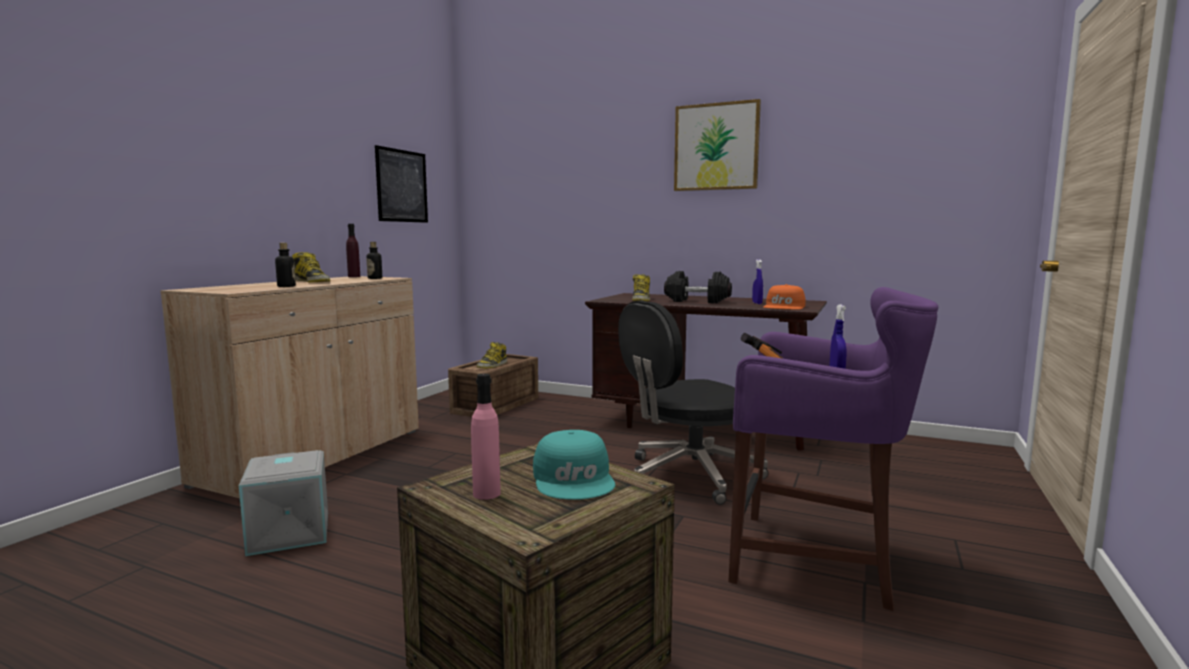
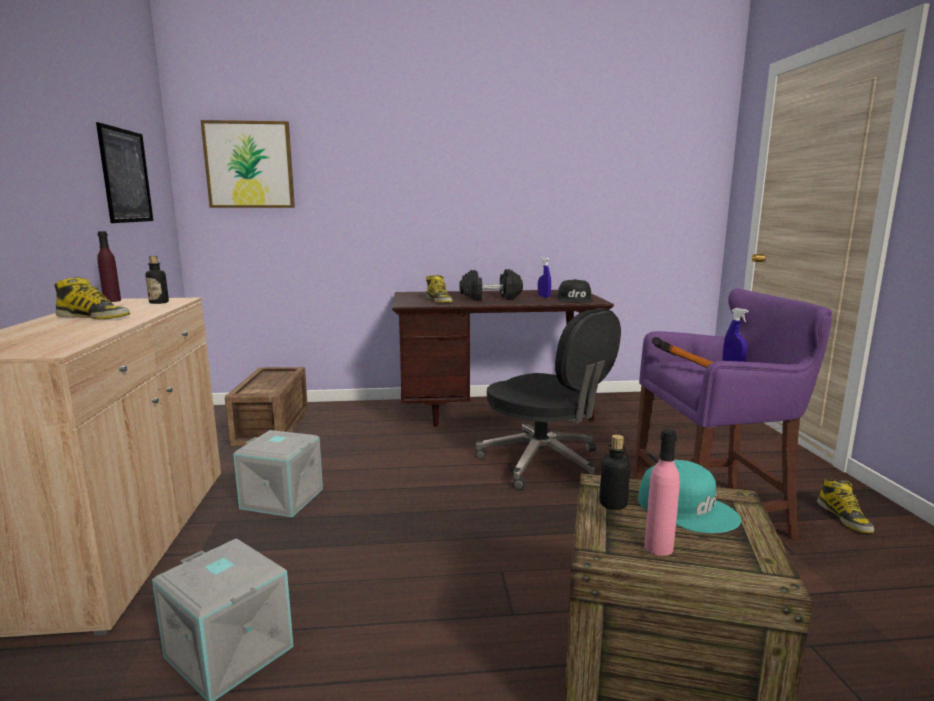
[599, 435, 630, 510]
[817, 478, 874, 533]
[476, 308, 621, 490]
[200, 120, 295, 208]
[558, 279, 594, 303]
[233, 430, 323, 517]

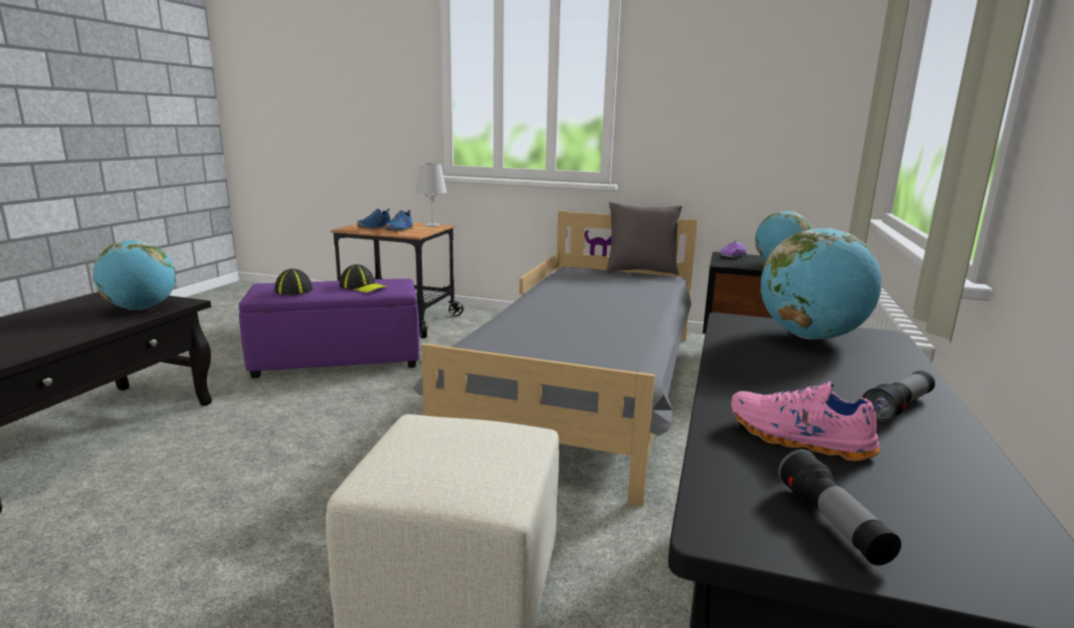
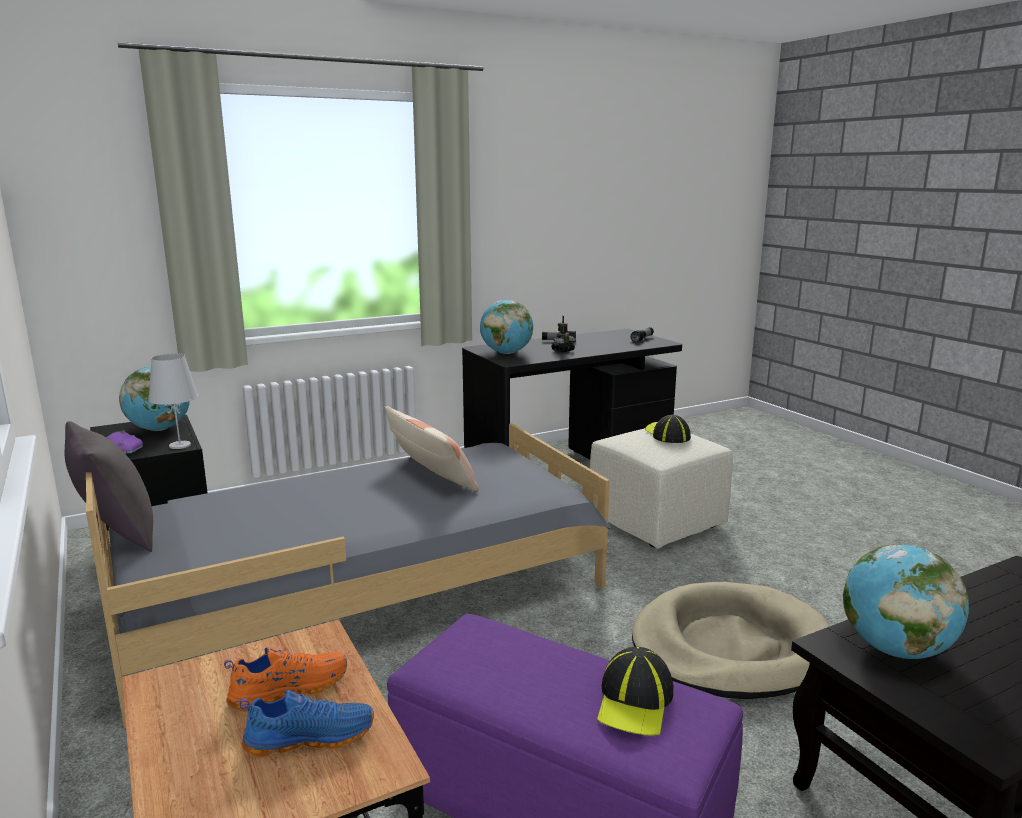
[645, 415, 691, 443]
[224, 647, 347, 712]
[148, 353, 198, 449]
[731, 382, 887, 461] (first image)
[385, 406, 479, 491]
[551, 316, 575, 352]
[632, 582, 830, 699]

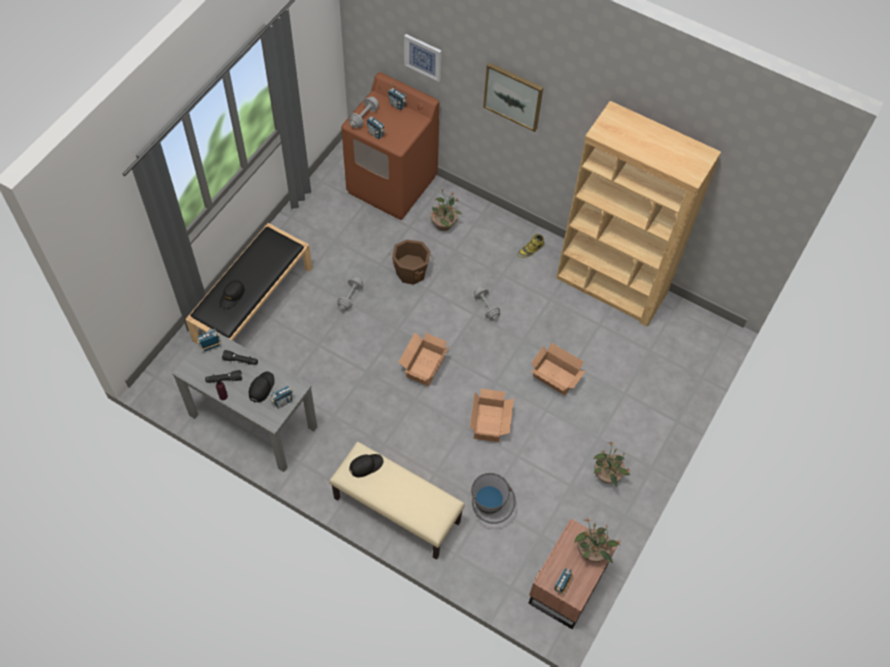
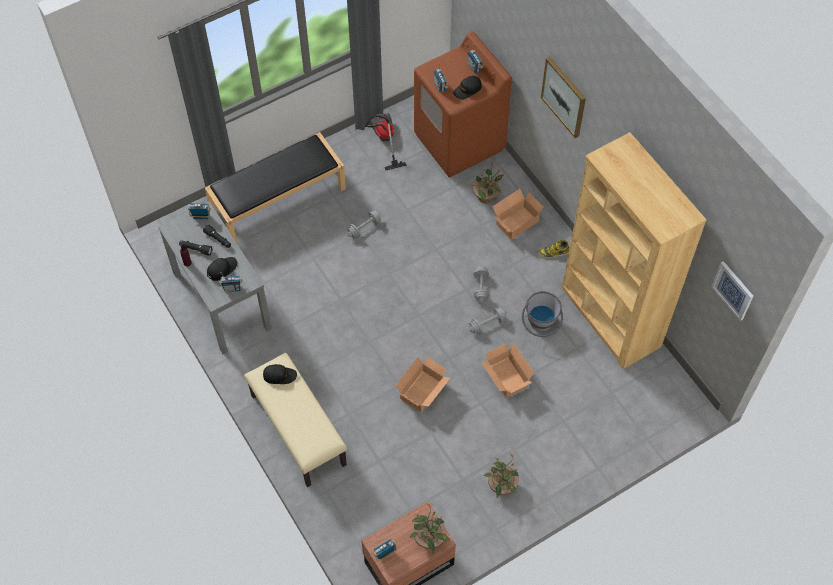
[453, 76, 482, 99]
[469, 308, 506, 334]
[389, 240, 434, 285] (first image)
[492, 189, 543, 240]
[711, 261, 753, 321]
[522, 292, 563, 337]
[365, 113, 407, 170]

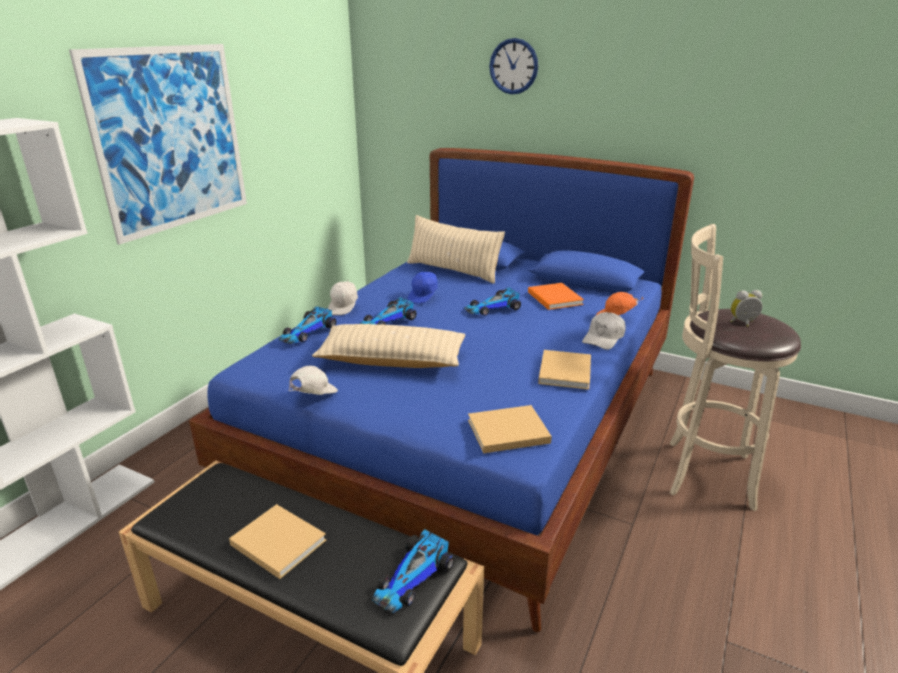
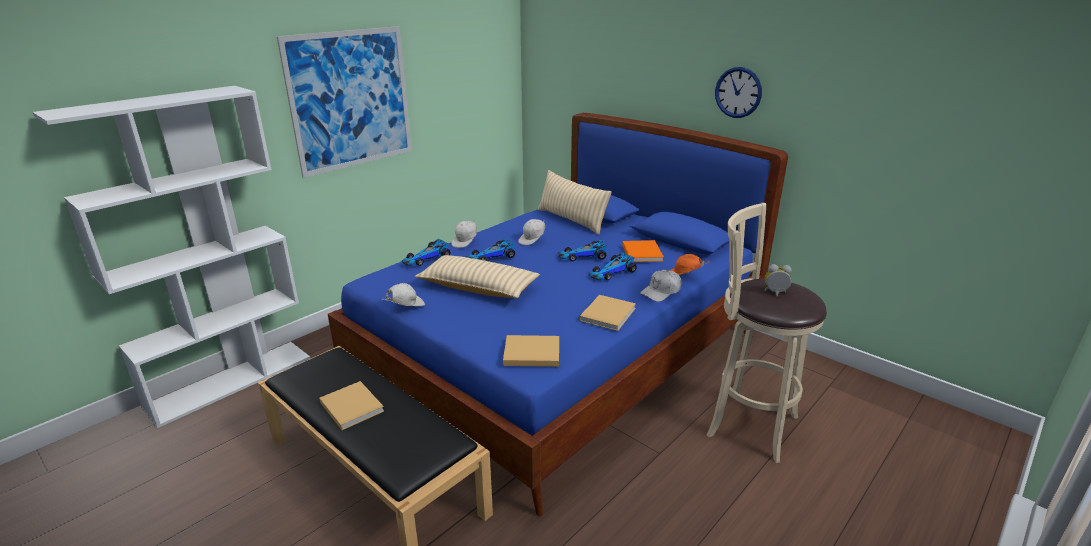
[588, 252, 637, 280]
[518, 219, 545, 245]
[715, 67, 762, 118]

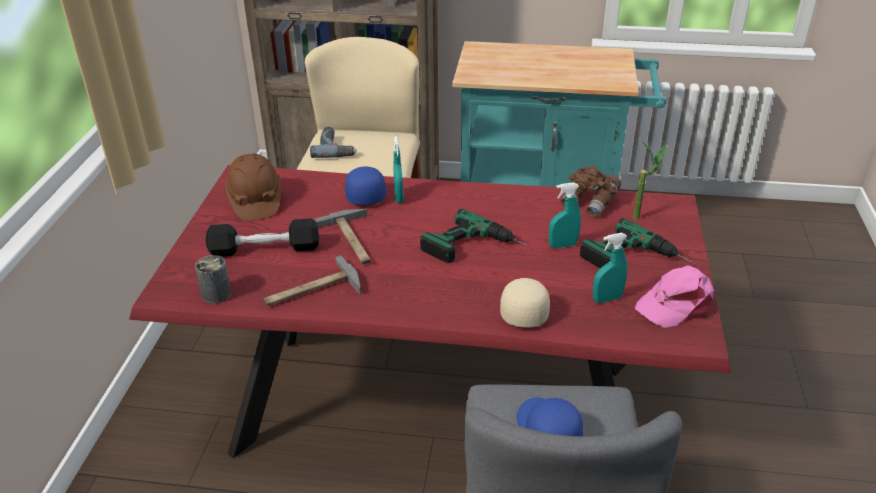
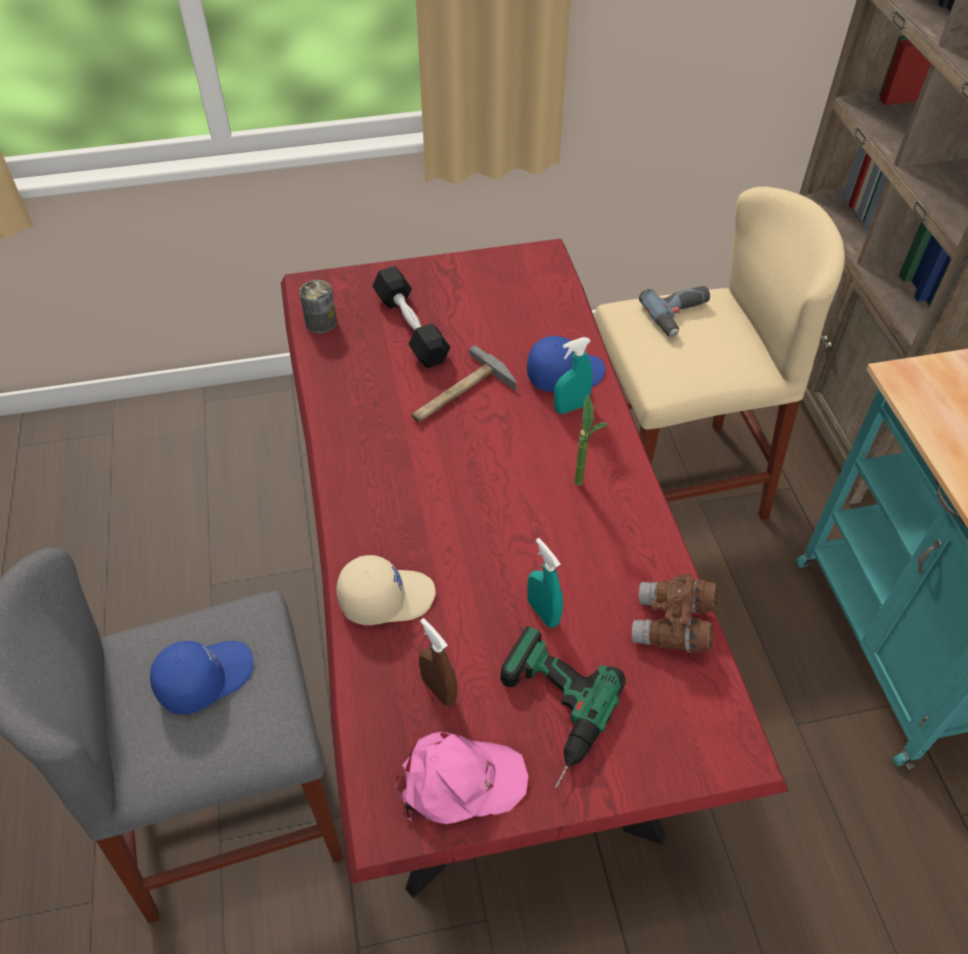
[225, 154, 281, 220] (first image)
[264, 255, 361, 306] (first image)
[420, 209, 526, 263] (first image)
[419, 618, 457, 706]
[574, 394, 608, 486]
[395, 732, 528, 824]

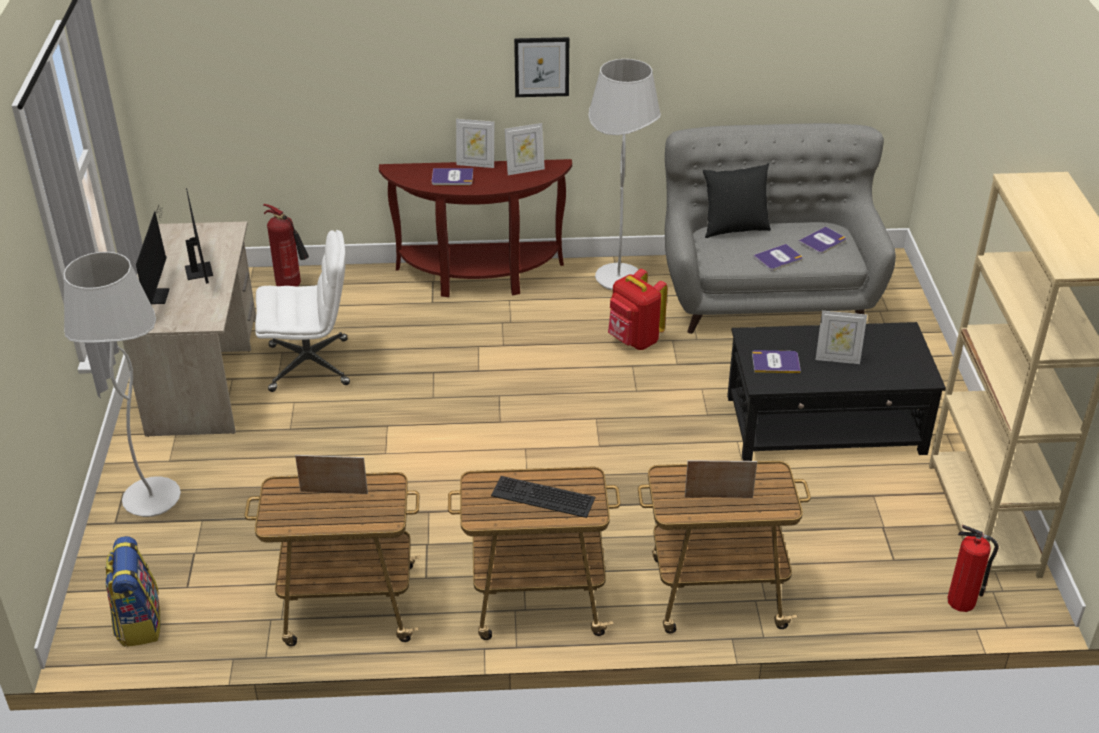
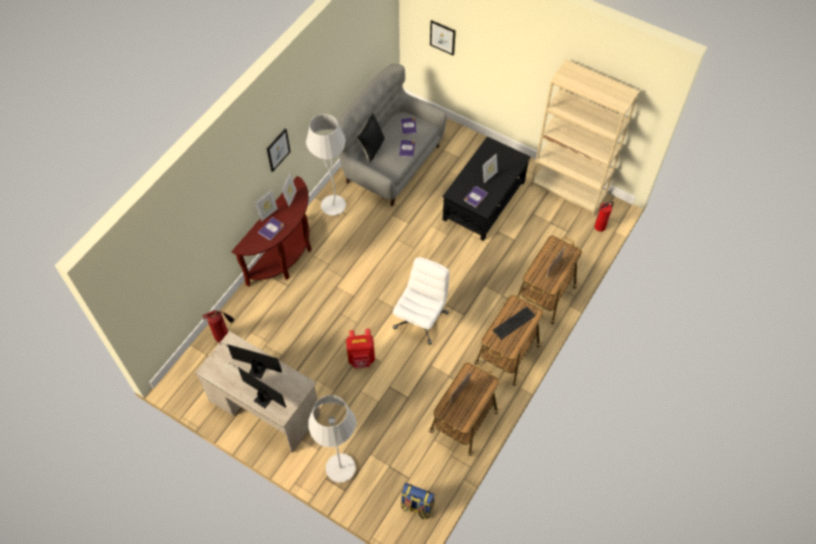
[393, 257, 450, 345]
[346, 329, 375, 369]
[430, 20, 456, 56]

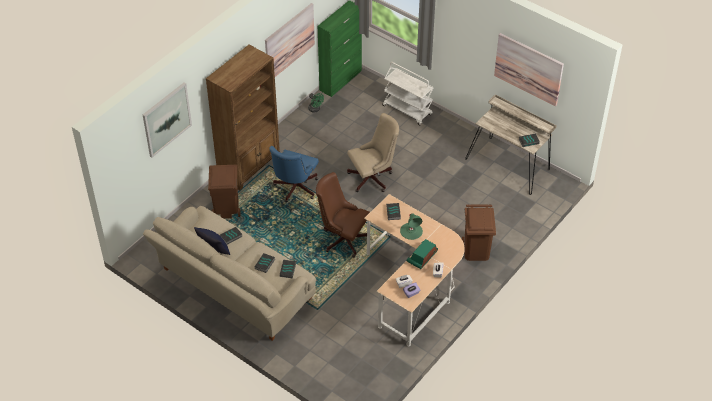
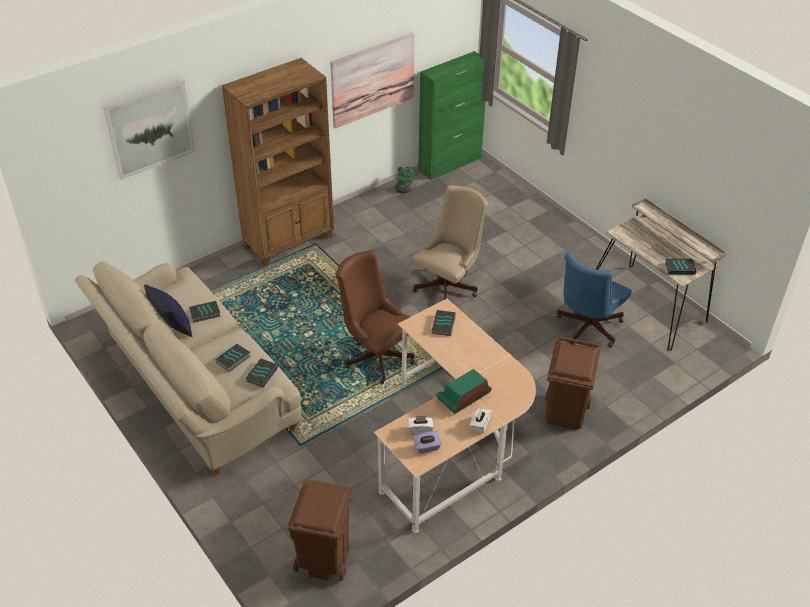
[287, 479, 354, 581]
[557, 252, 631, 348]
[412, 185, 488, 300]
[382, 62, 433, 125] (first image)
[400, 213, 423, 240] (first image)
[494, 33, 564, 106] (first image)

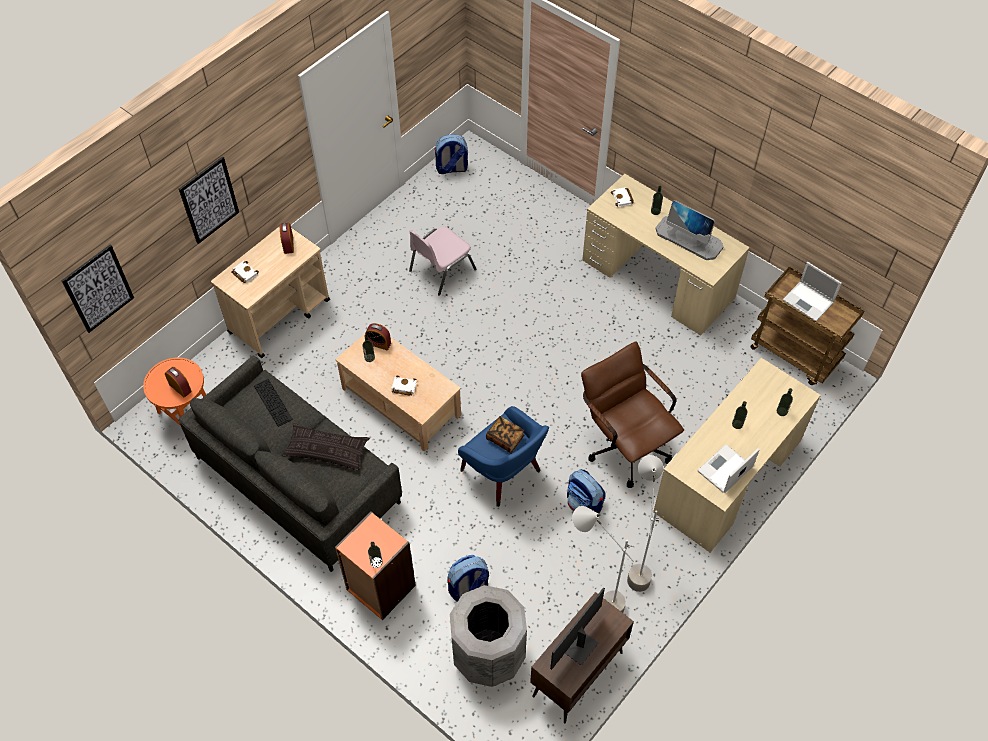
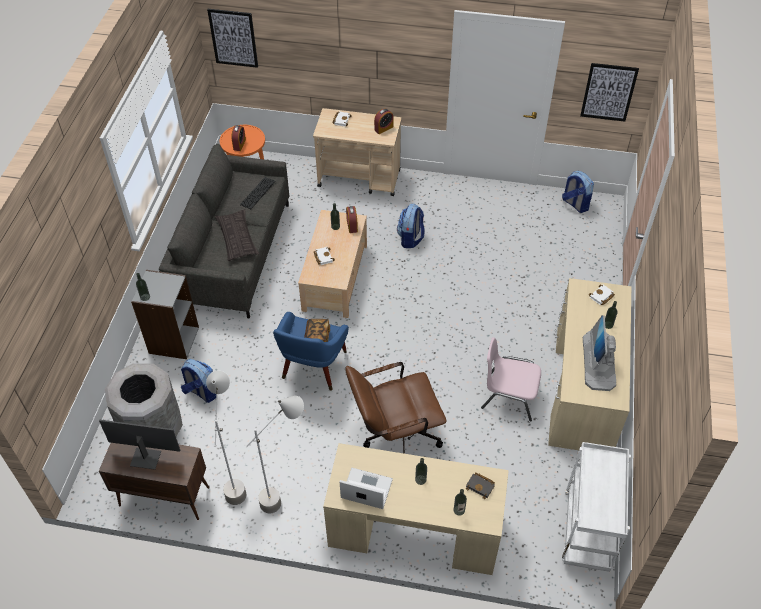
[580, 63, 639, 122]
[131, 270, 199, 359]
[481, 337, 541, 422]
[397, 204, 425, 248]
[345, 362, 447, 454]
[562, 442, 631, 572]
[783, 262, 842, 321] (first image)
[466, 472, 495, 499]

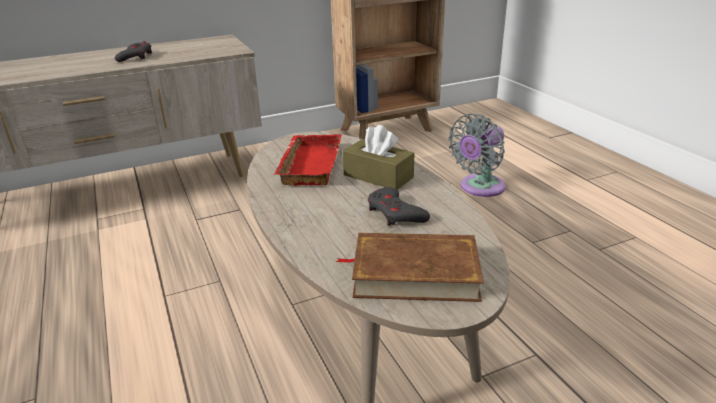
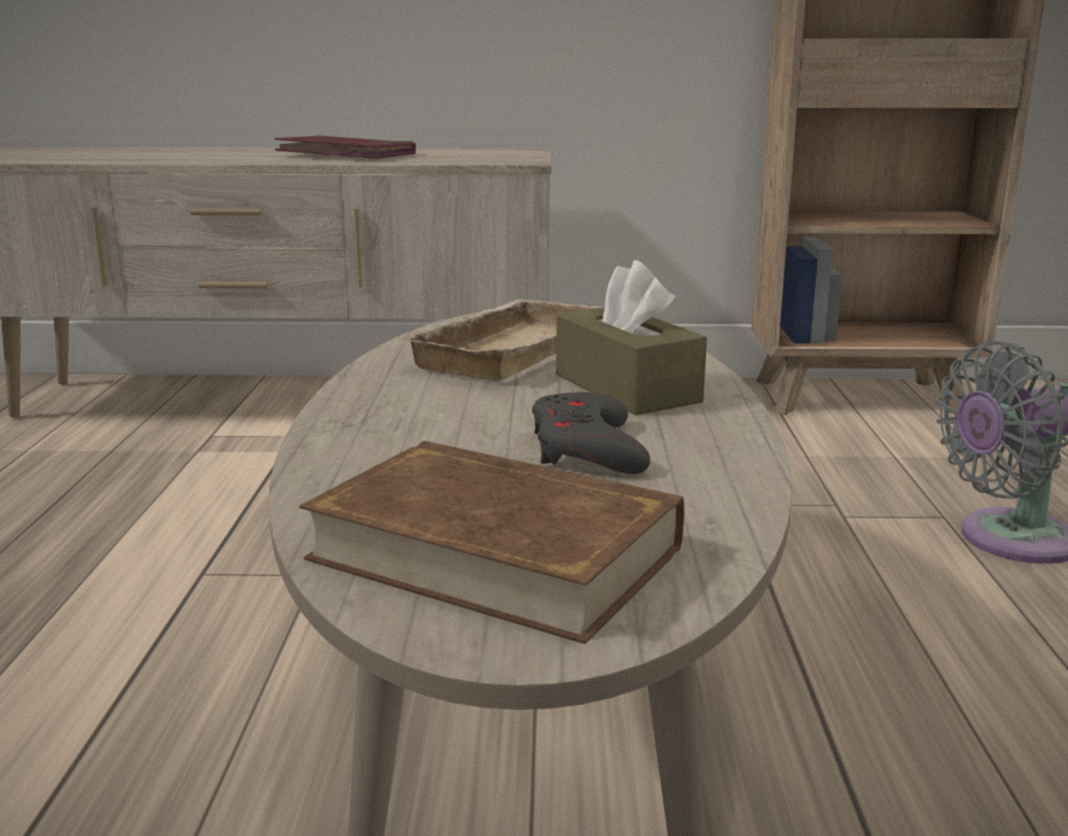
[275, 135, 416, 159]
[397, 299, 604, 381]

